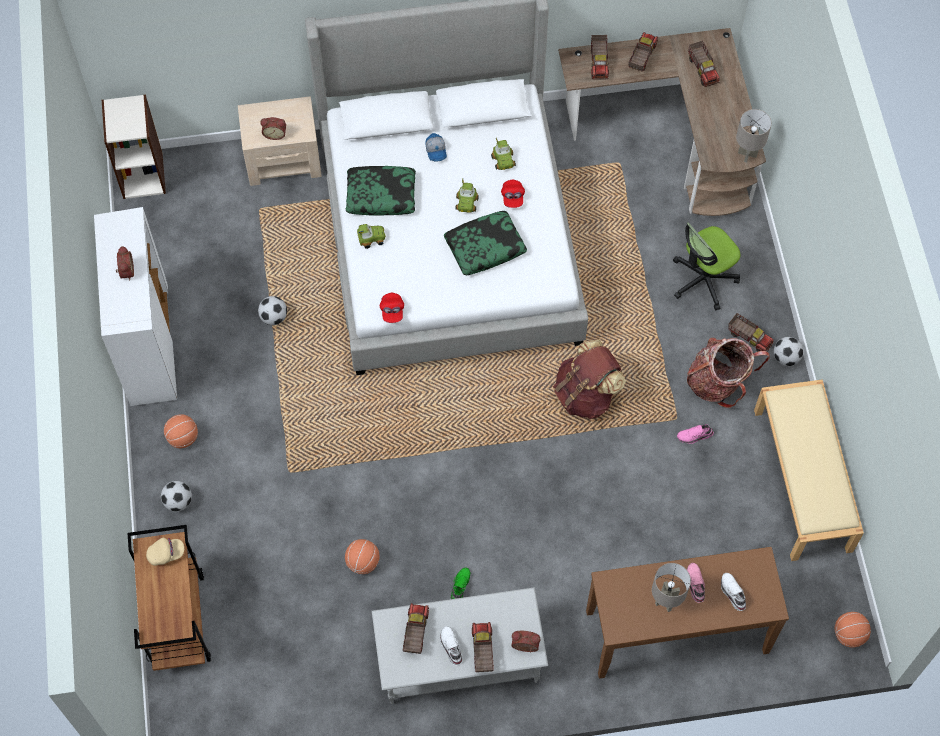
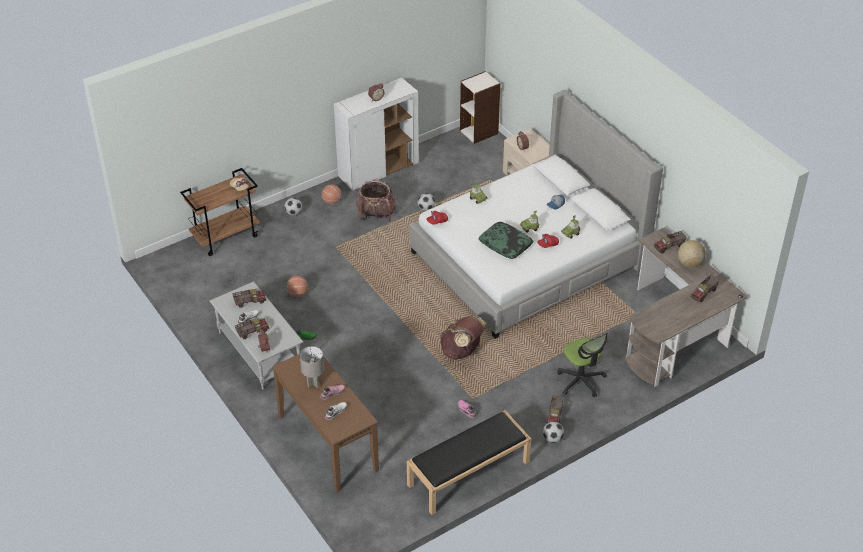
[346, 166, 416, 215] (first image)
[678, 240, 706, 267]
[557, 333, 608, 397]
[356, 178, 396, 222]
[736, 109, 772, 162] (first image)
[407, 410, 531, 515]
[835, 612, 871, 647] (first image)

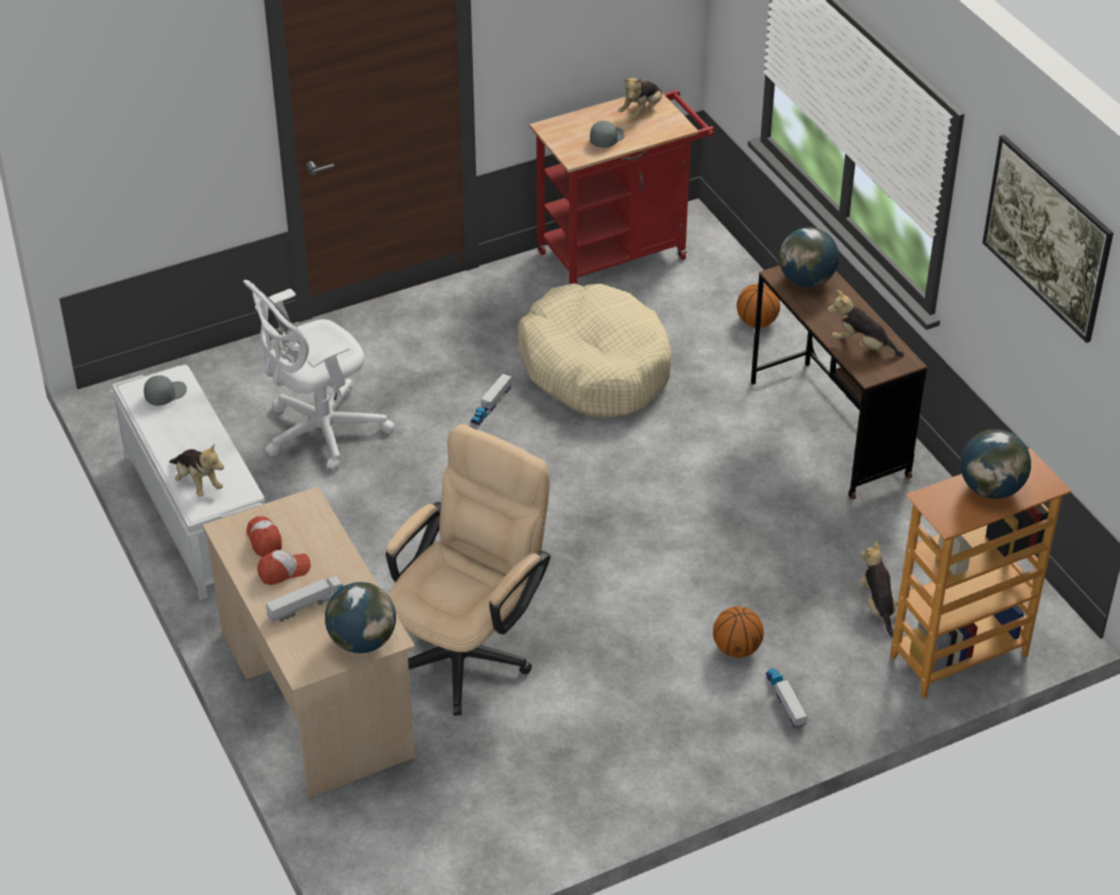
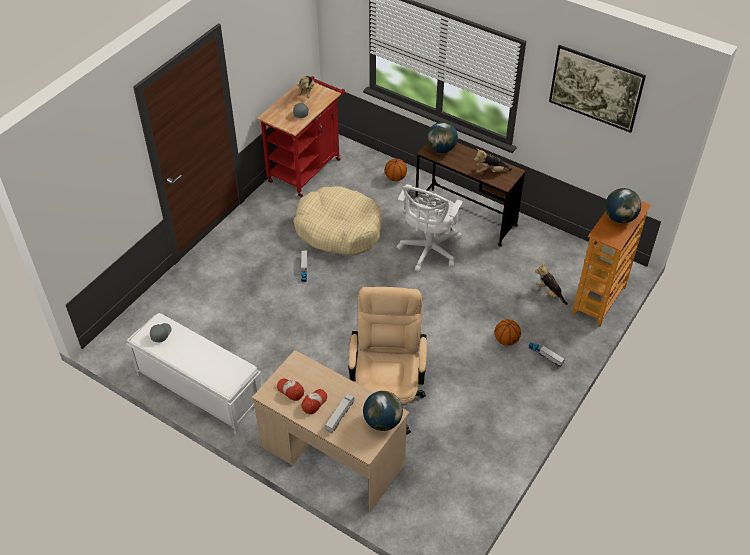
[169, 443, 224, 497] (first image)
[396, 184, 463, 272]

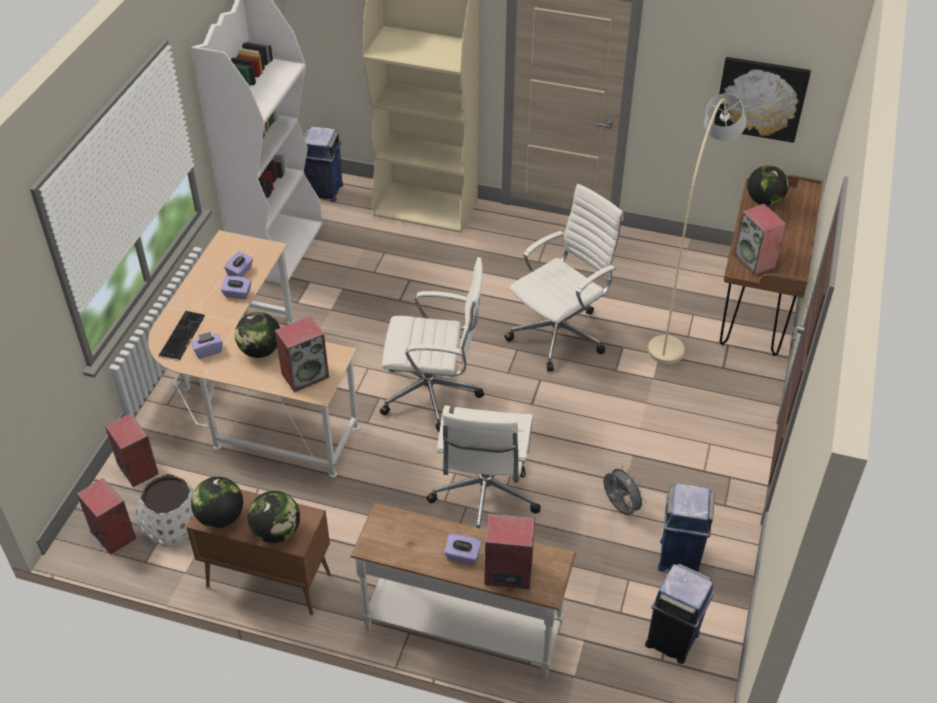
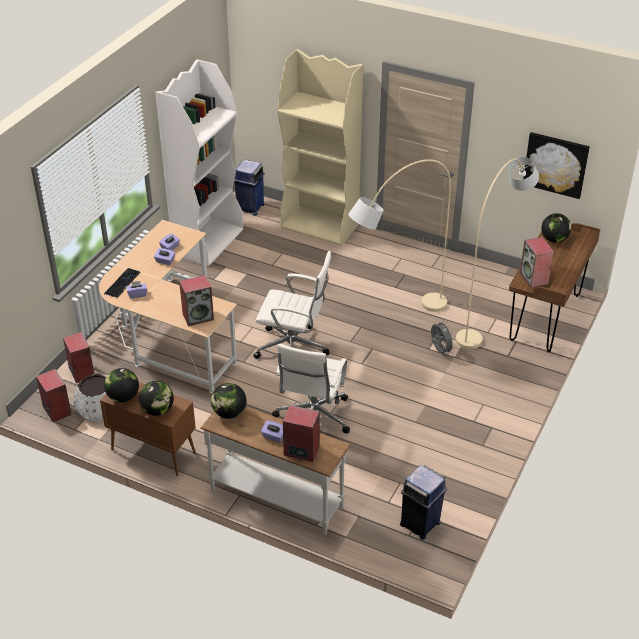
[211, 383, 247, 419]
[348, 159, 451, 312]
[431, 320, 455, 354]
[658, 483, 714, 572] (first image)

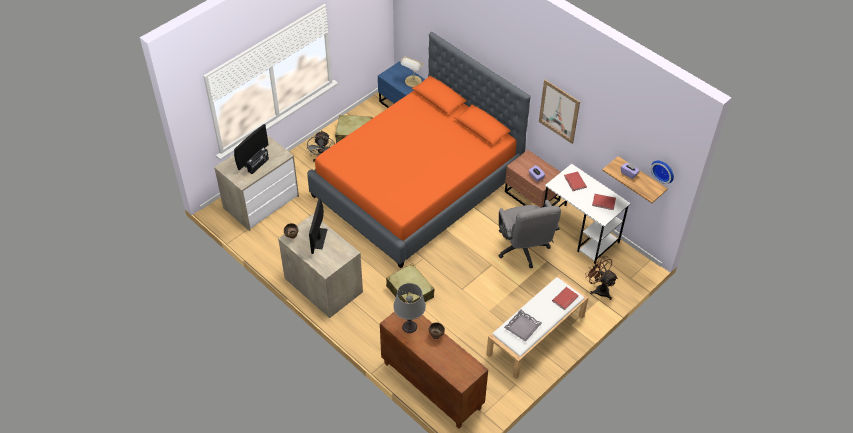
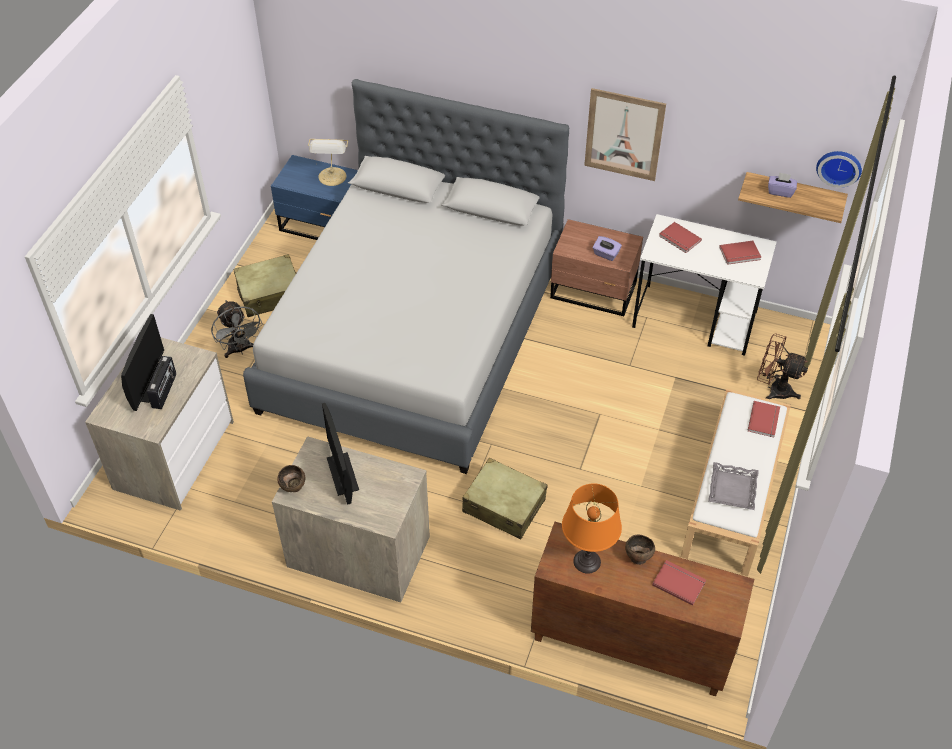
[243, 79, 569, 474]
[562, 483, 622, 574]
[499, 200, 561, 268] (first image)
[652, 560, 706, 605]

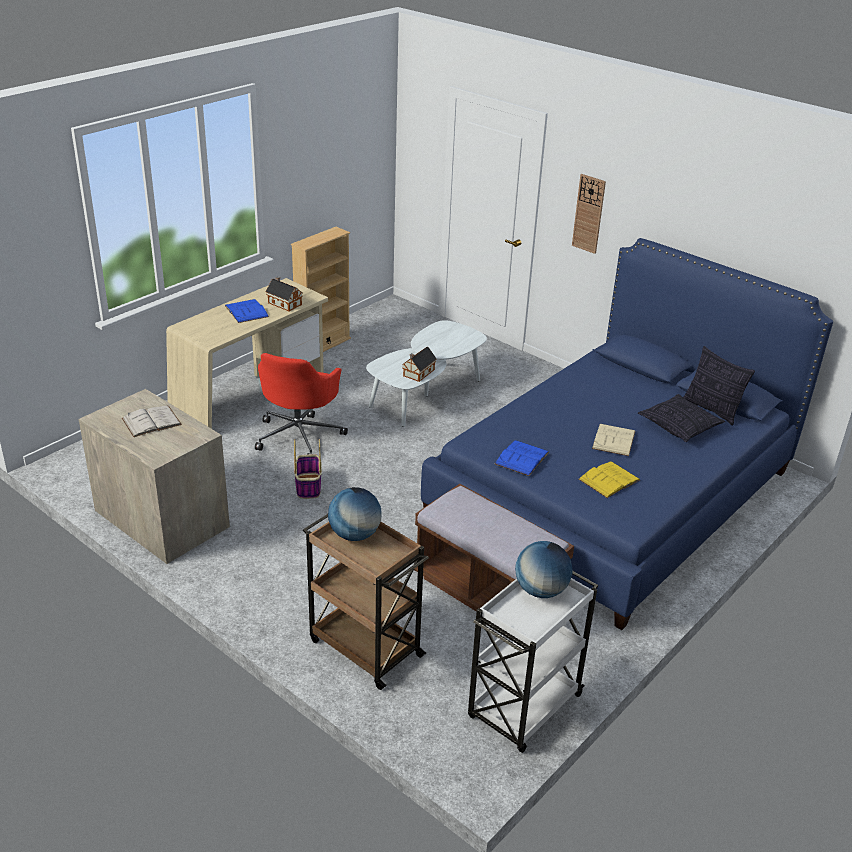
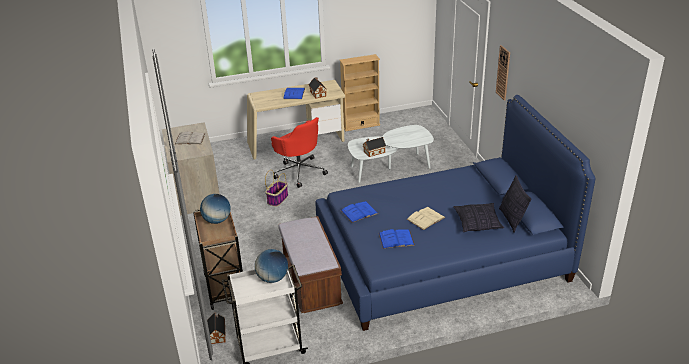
[271, 117, 328, 188]
[379, 229, 415, 249]
[207, 313, 225, 344]

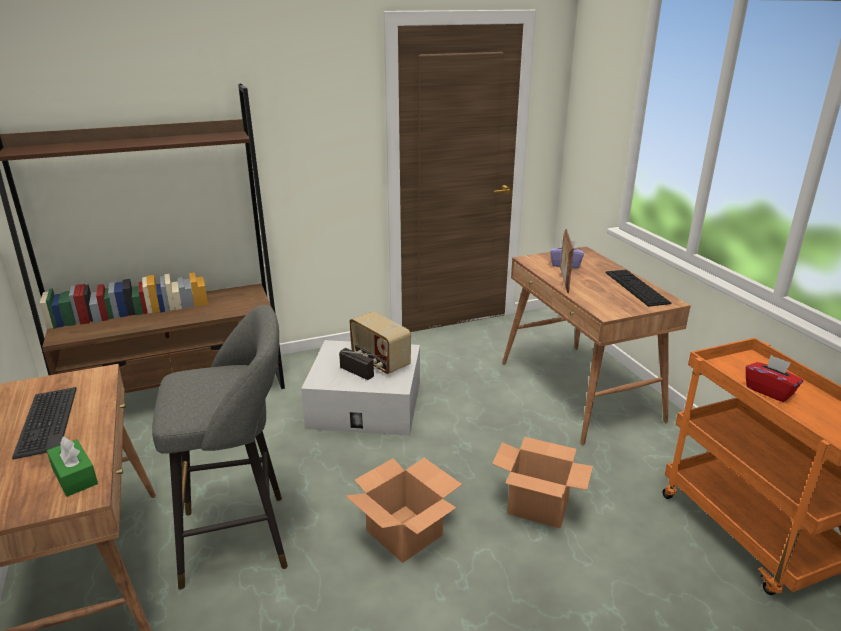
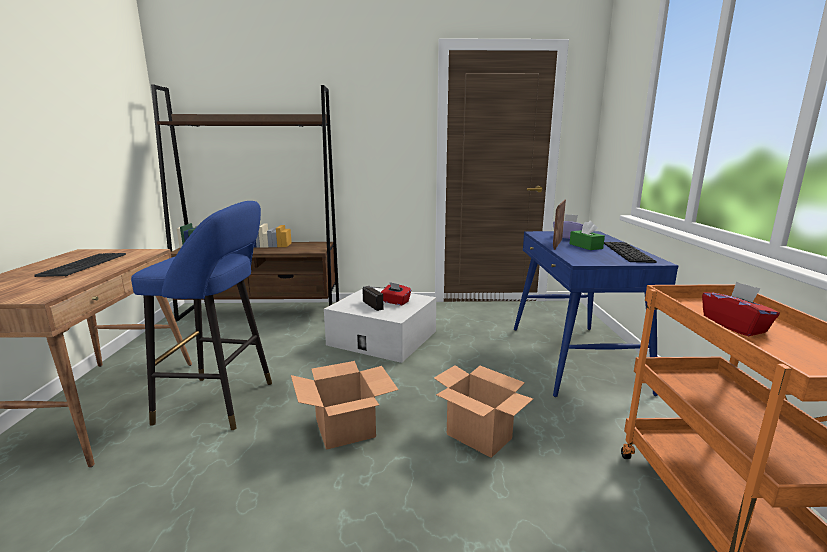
[570, 220, 605, 250]
[131, 201, 272, 430]
[381, 282, 411, 305]
[514, 231, 678, 397]

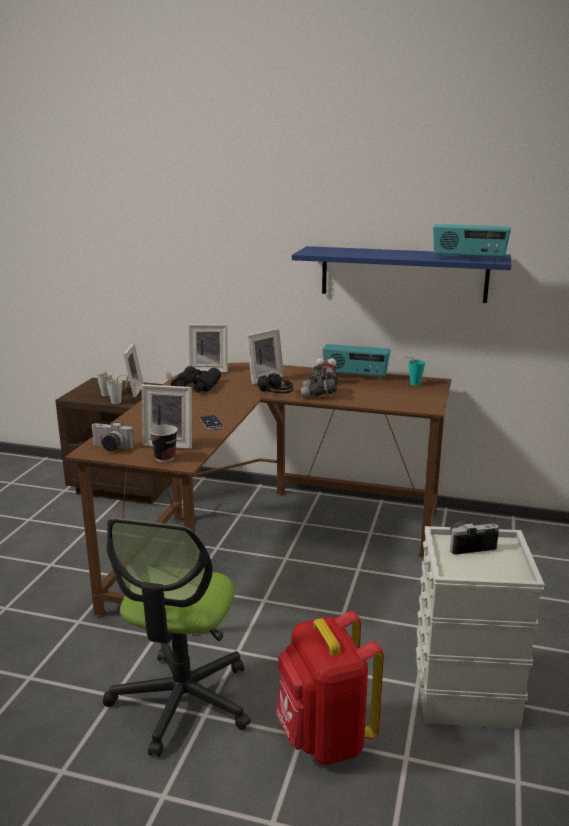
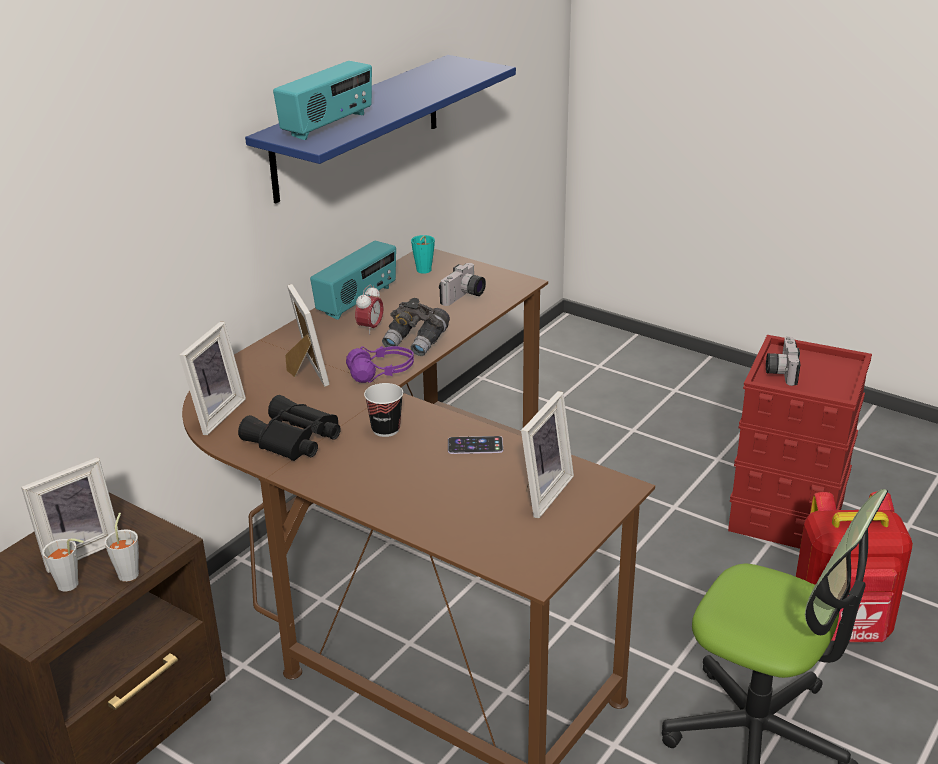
[439, 263, 486, 306]
[21, 457, 118, 573]
[364, 383, 403, 437]
[346, 346, 414, 383]
[728, 335, 872, 549]
[273, 61, 372, 140]

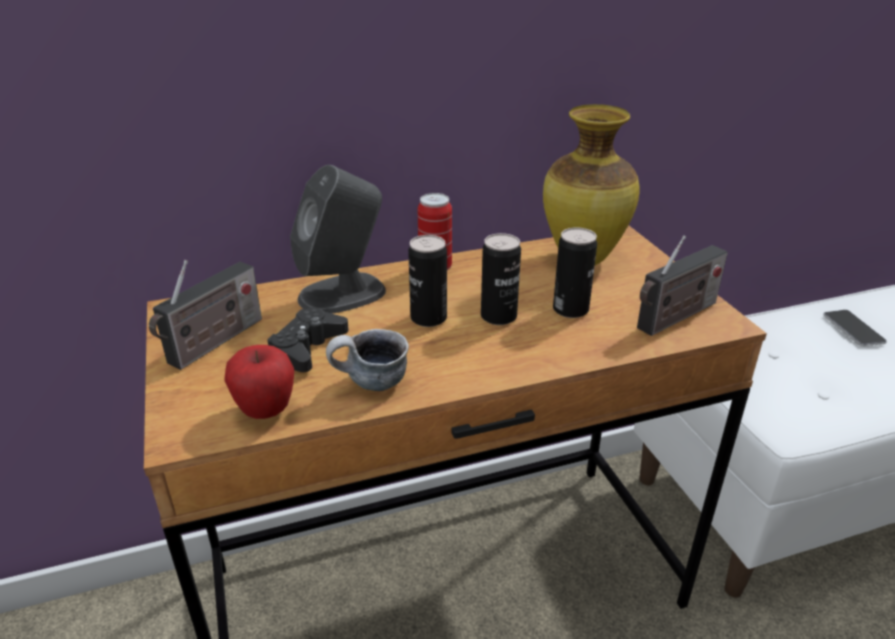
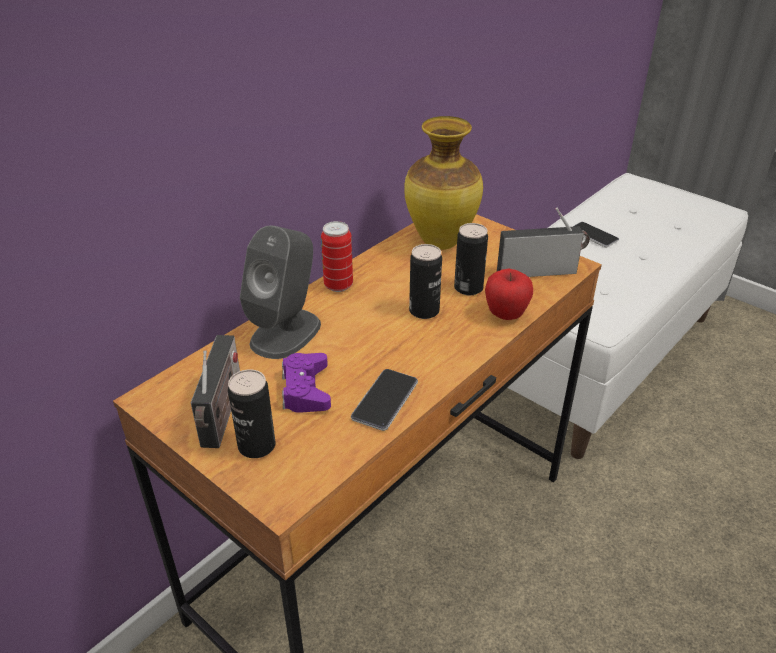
[485, 268, 533, 320]
[282, 353, 331, 413]
[351, 369, 418, 431]
[228, 369, 276, 458]
[497, 208, 590, 277]

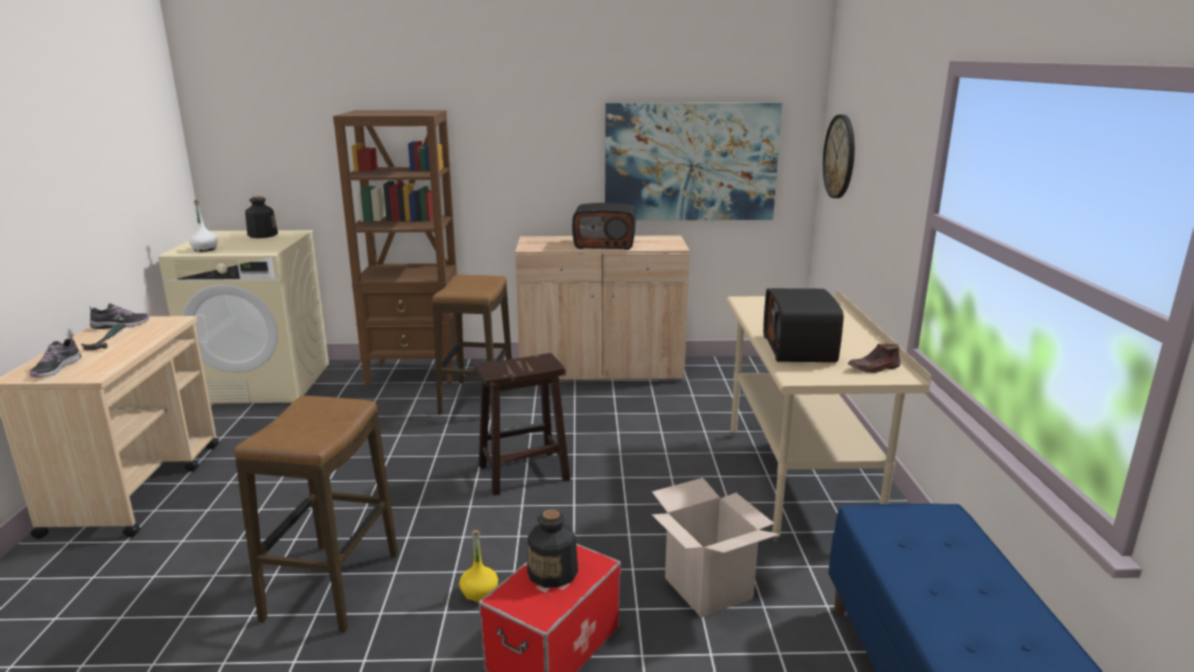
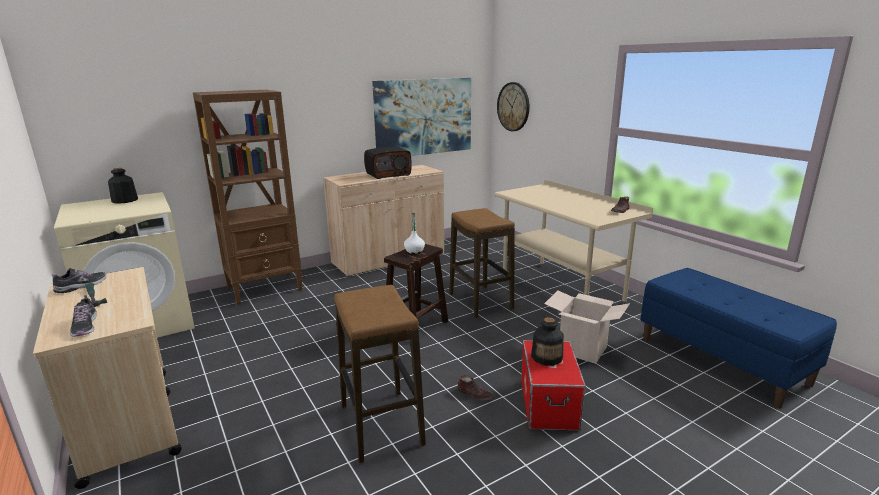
[404, 213, 425, 254]
[449, 208, 515, 318]
[457, 375, 494, 401]
[763, 288, 844, 362] (first image)

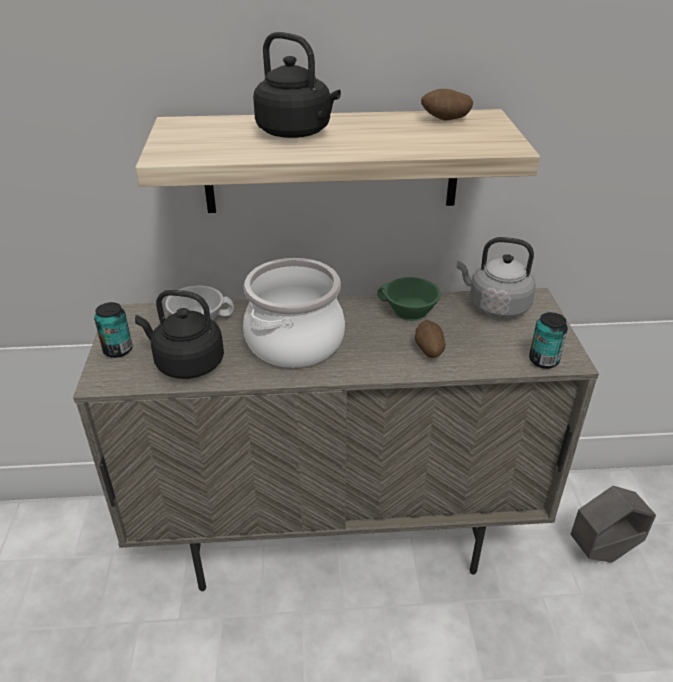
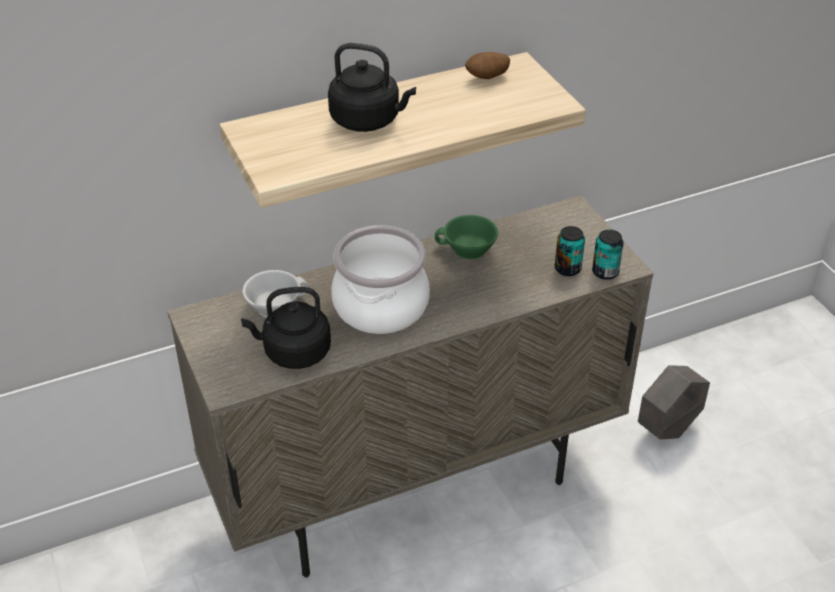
[555, 226, 585, 276]
[415, 320, 446, 358] (first image)
[457, 237, 536, 318] (first image)

